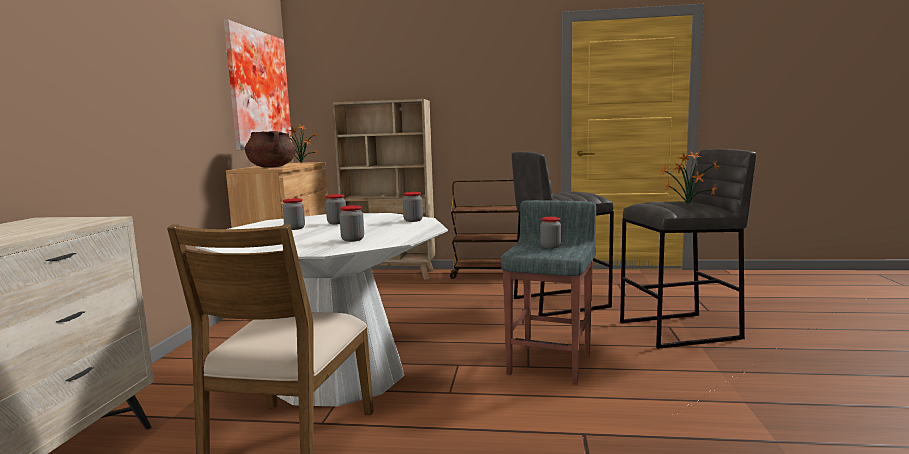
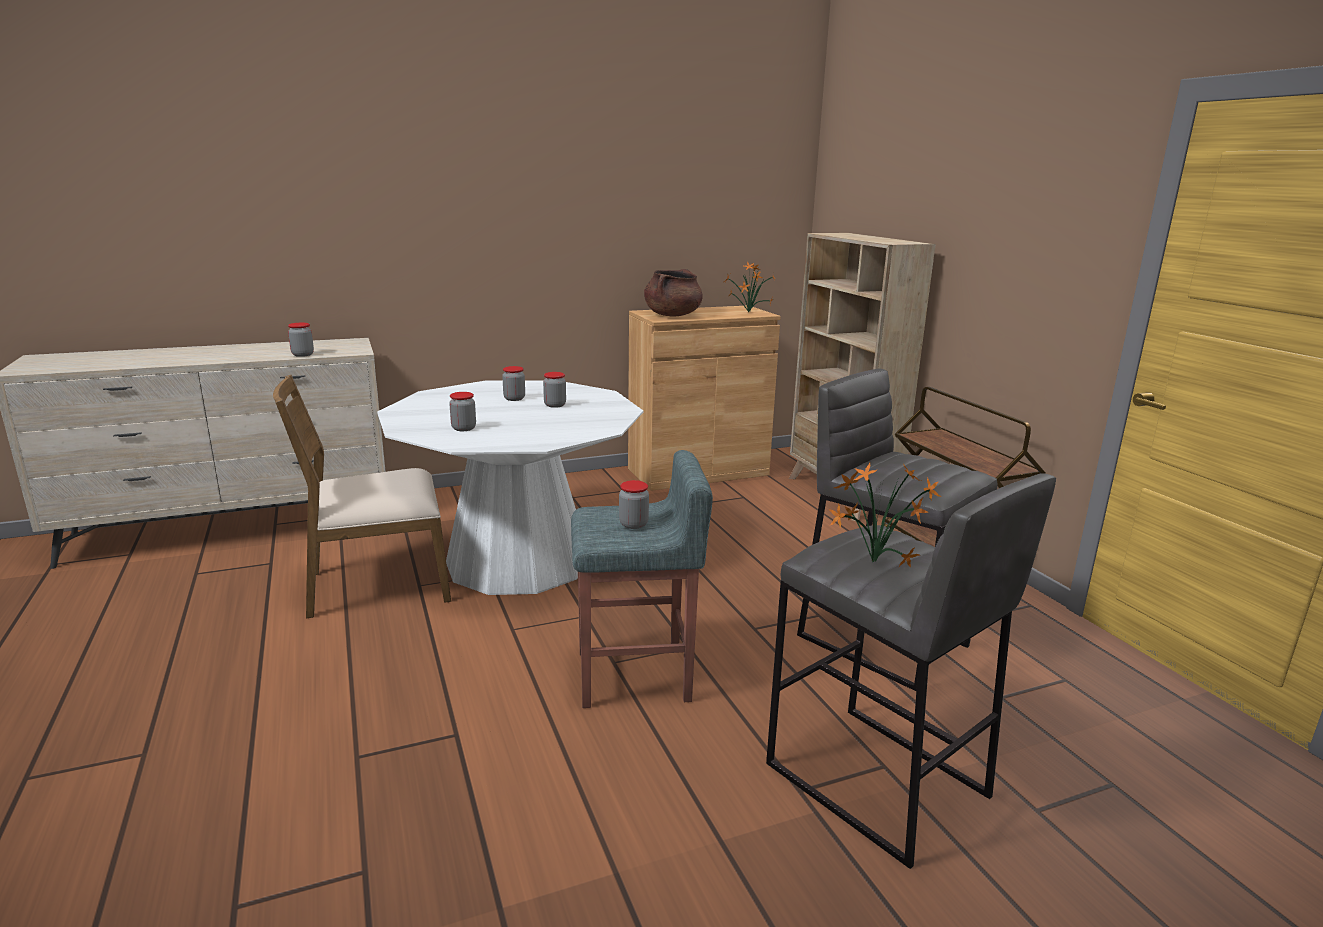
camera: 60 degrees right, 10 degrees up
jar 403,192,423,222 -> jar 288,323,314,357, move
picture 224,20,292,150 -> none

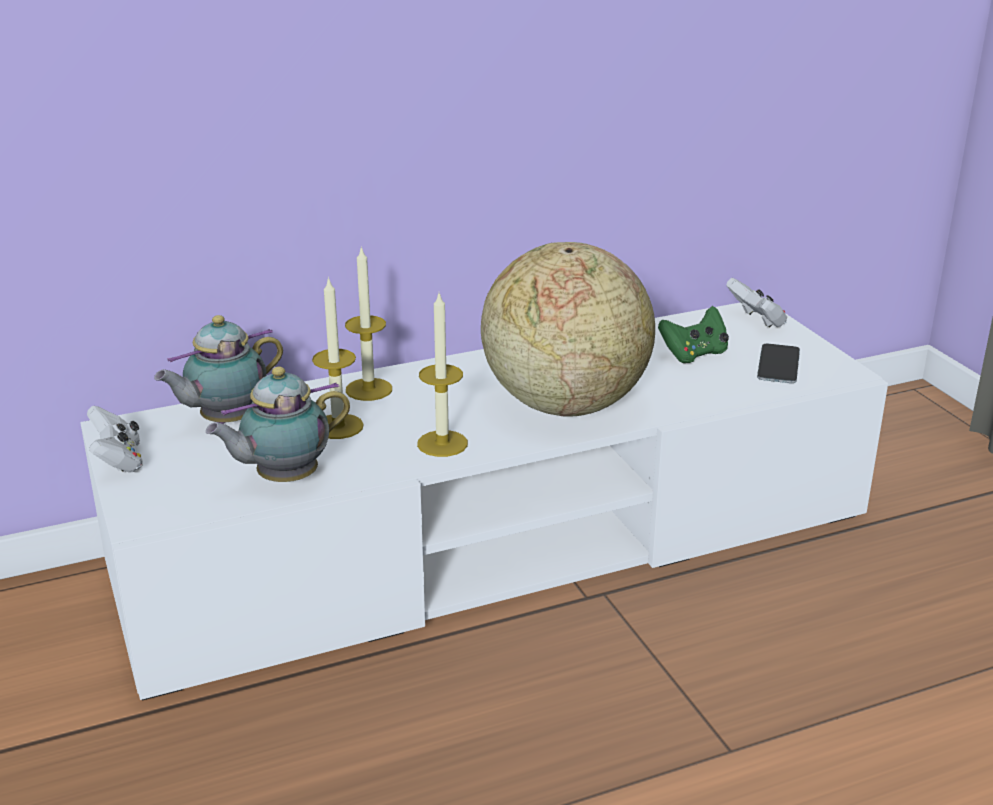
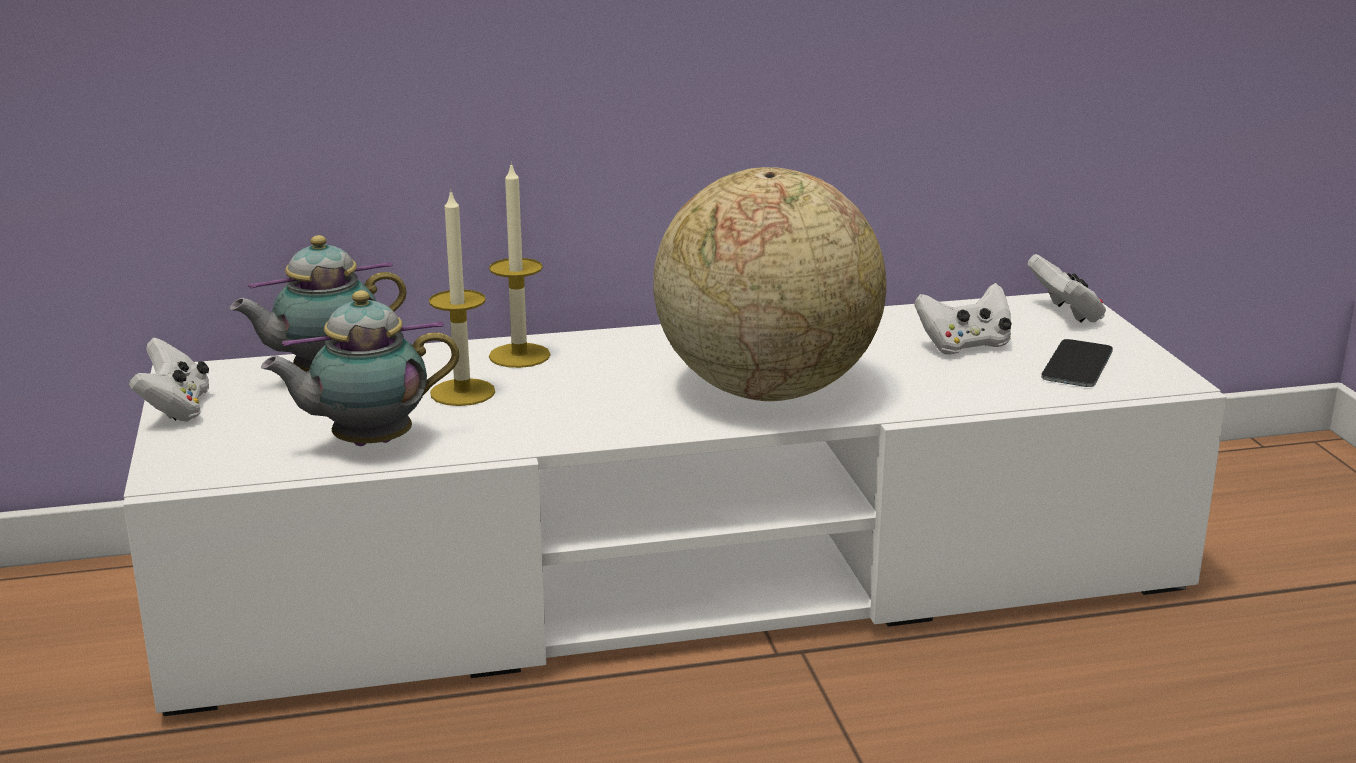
camera: 10 degrees right, 5 degrees down
green_game_controller 658,306,729,363 -> white_game_controller 914,283,1012,355
candle 417,294,468,457 -> none

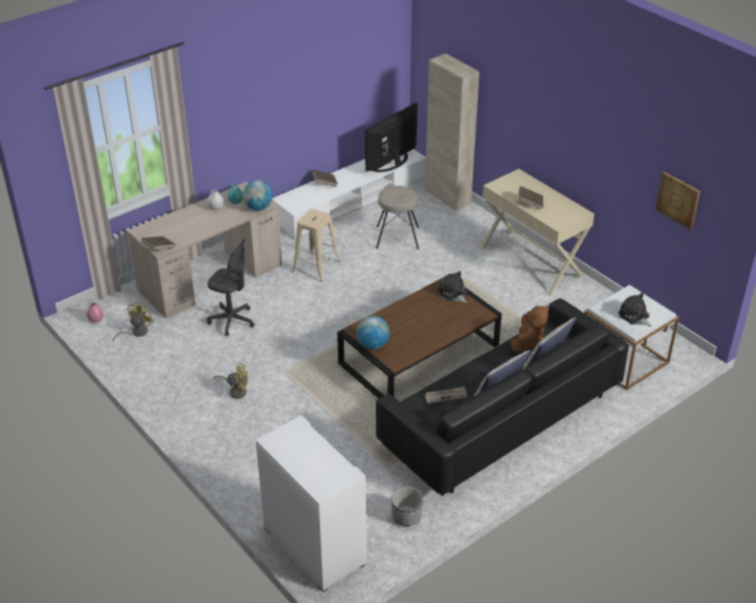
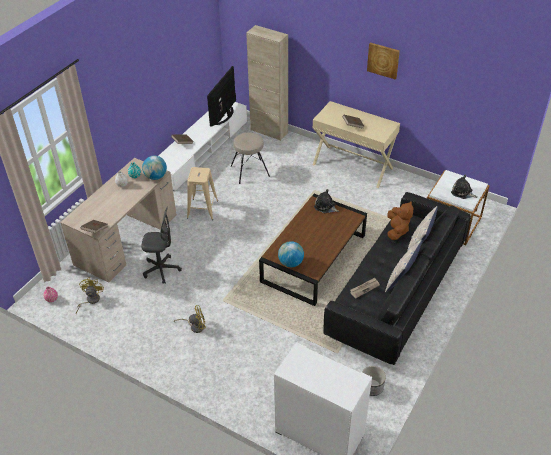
camera: 20 degrees left, 5 degrees up
picture 655,172,700,230 -> picture 367,42,400,80, move

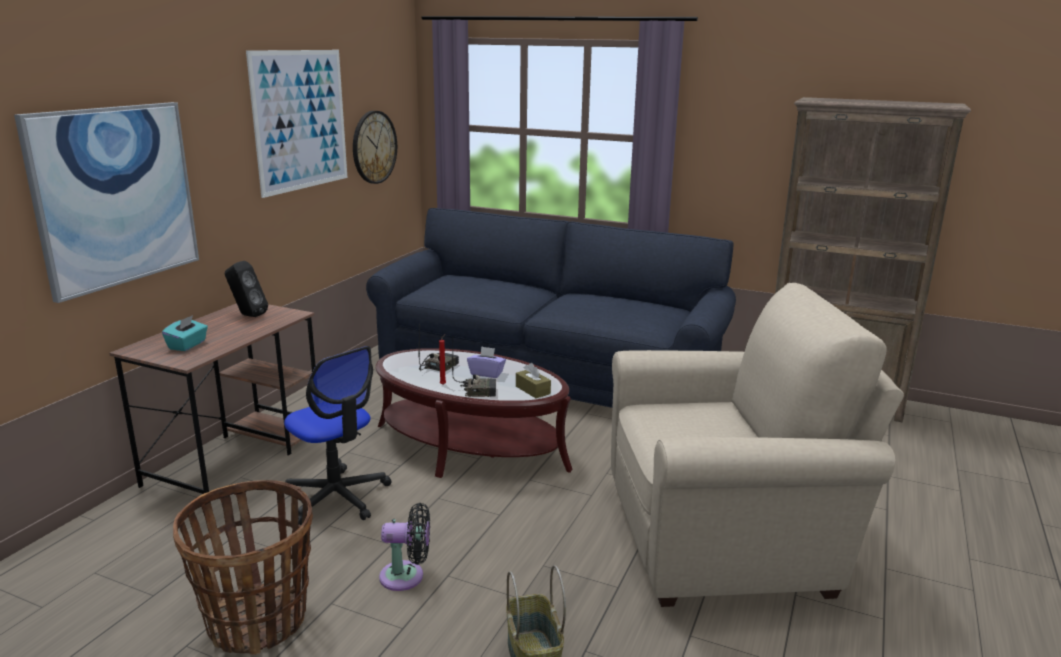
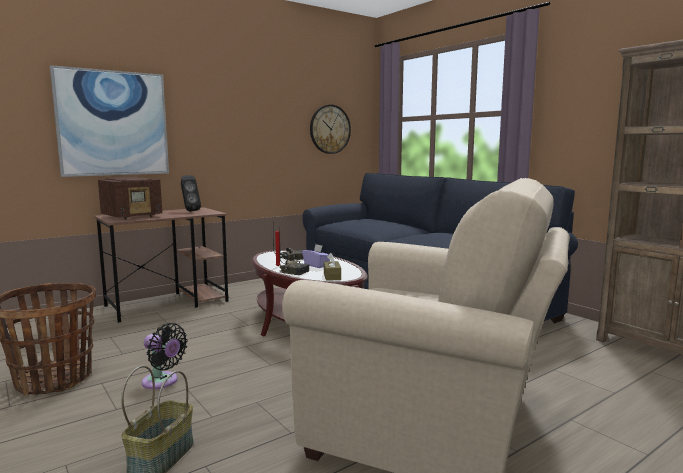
camera: 30 degrees right, 10 degrees down
turquoise_tissue_box 162,315,208,351 -> radio 98,177,162,220
picture 246,50,347,198 -> none
office_chair 284,346,391,525 -> none

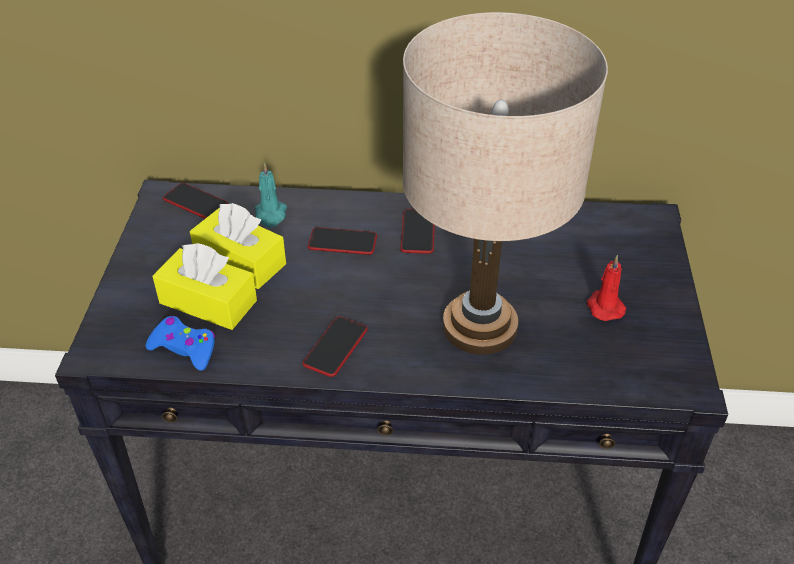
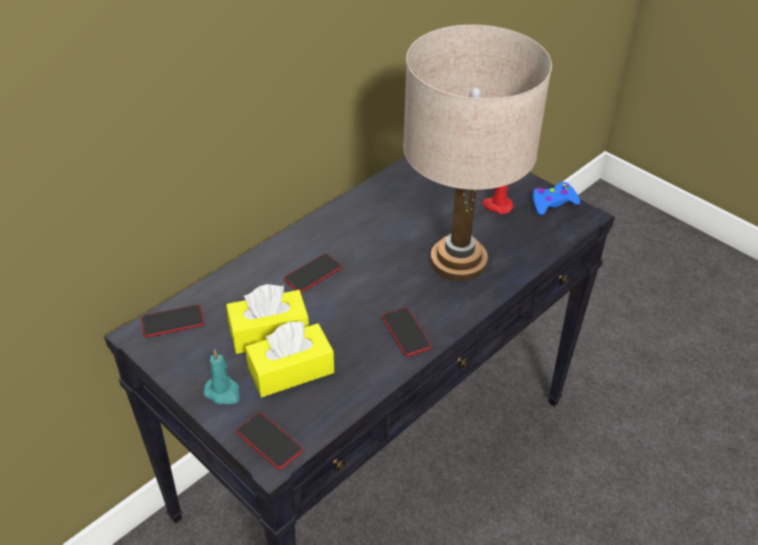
camera: 50 degrees left, 0 degrees up
turquoise_candle 255,162,287,228 -> turquoise_candle 204,349,240,404, move
phone 400,209,435,254 -> phone 236,412,303,469, move
blue_game_controller 146,316,215,371 -> blue_game_controller 532,182,580,215, move

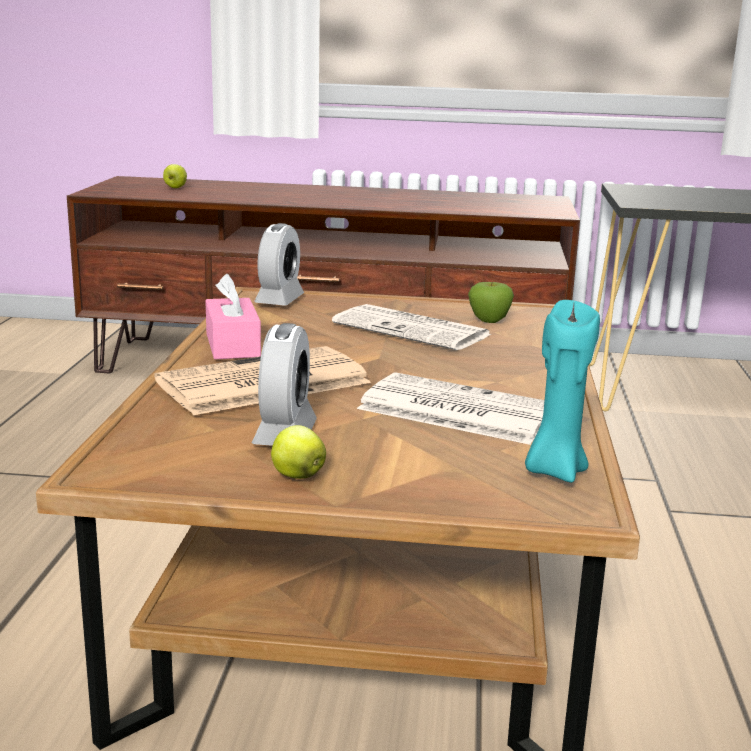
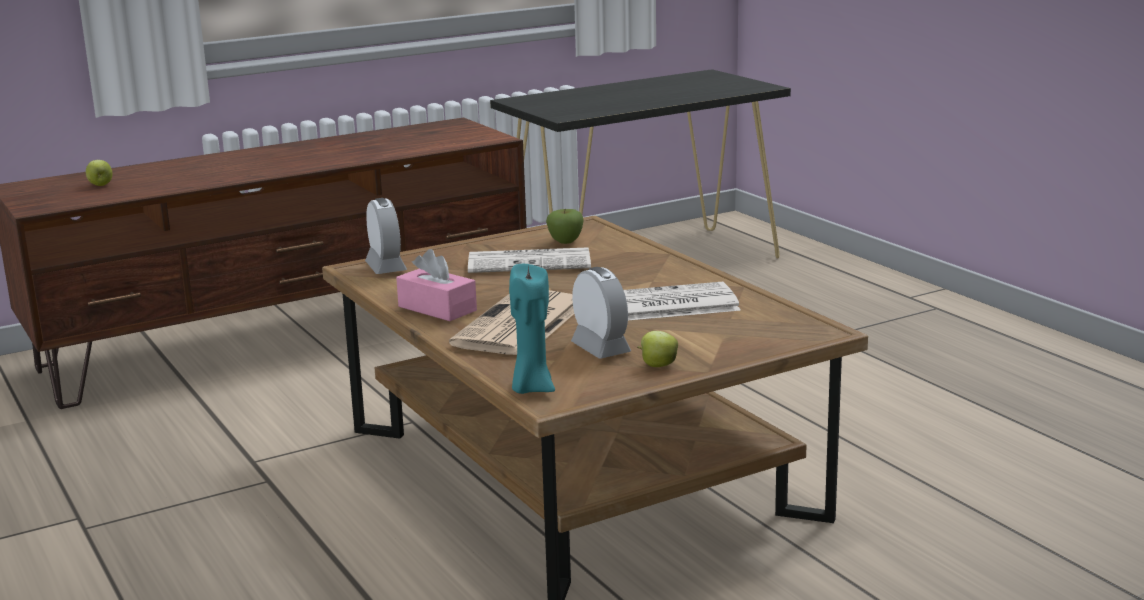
camera: 35 degrees left, 0 degrees up
turquoise_candle 525,300,600,483 -> turquoise_candle 509,264,555,394, move

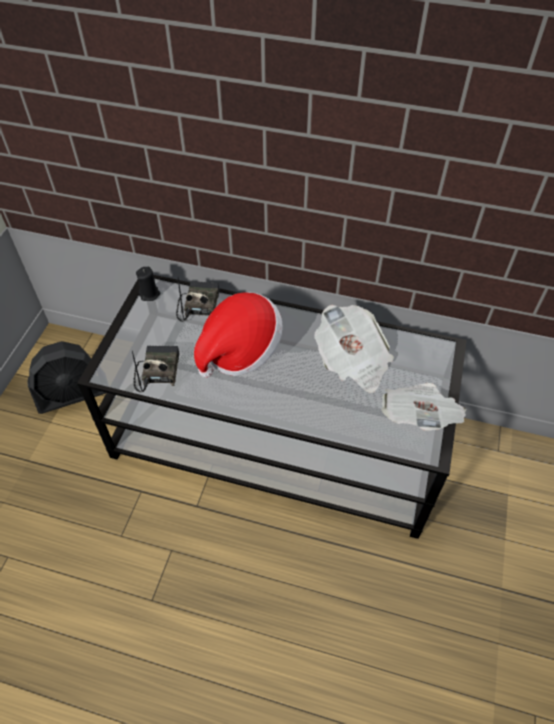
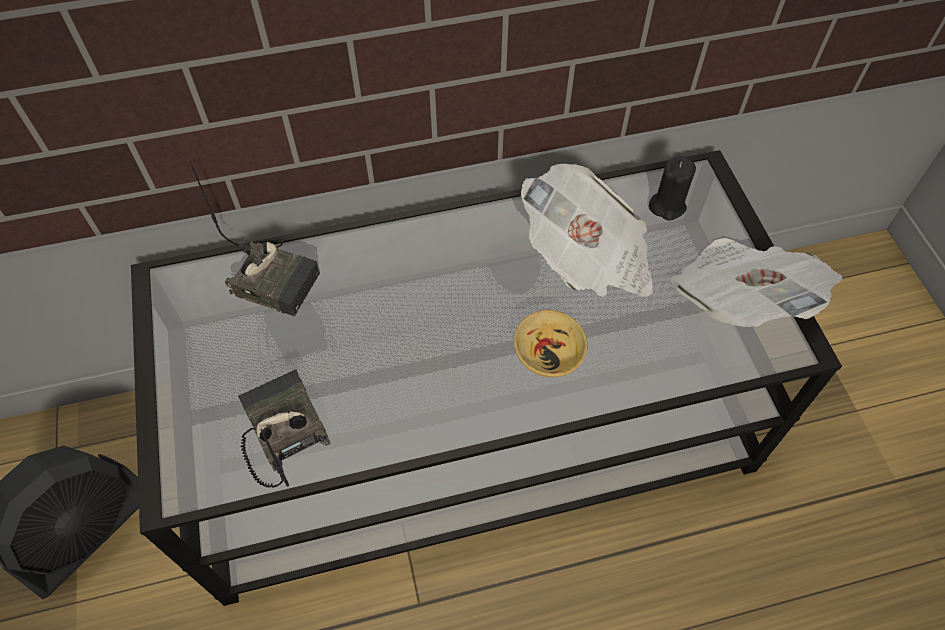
camera: 30 degrees left, 5 degrees up
radio 176,278,220,322 -> radio 189,161,320,316, 135 degrees clockwise
none -> beige_bowl 514,310,587,377
black_candle 136,267,160,301 -> black_candle 649,155,696,221, move
hat 194,292,283,378 -> none

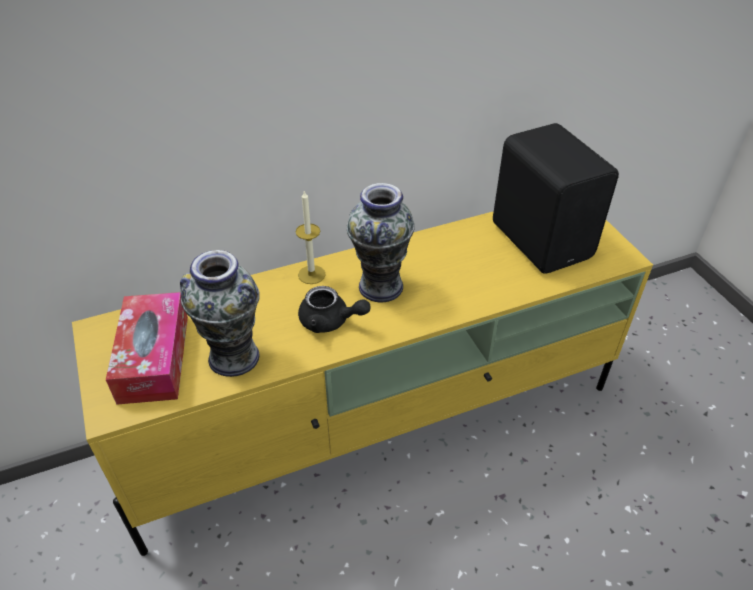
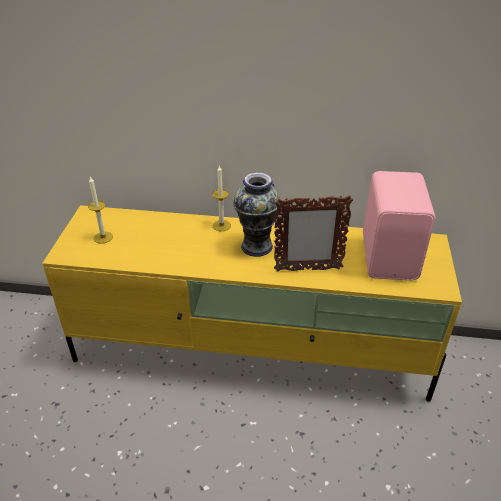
camera: 30 degrees right, 5 degrees down
tissue_box 106,292,188,405 -> candle 88,176,113,244
none -> picture_frame 274,195,353,272
black_speaker 493,123,619,274 -> pink_speaker 363,171,435,280
vase 180,250,260,377 -> none
black_teapot 298,286,370,333 -> none

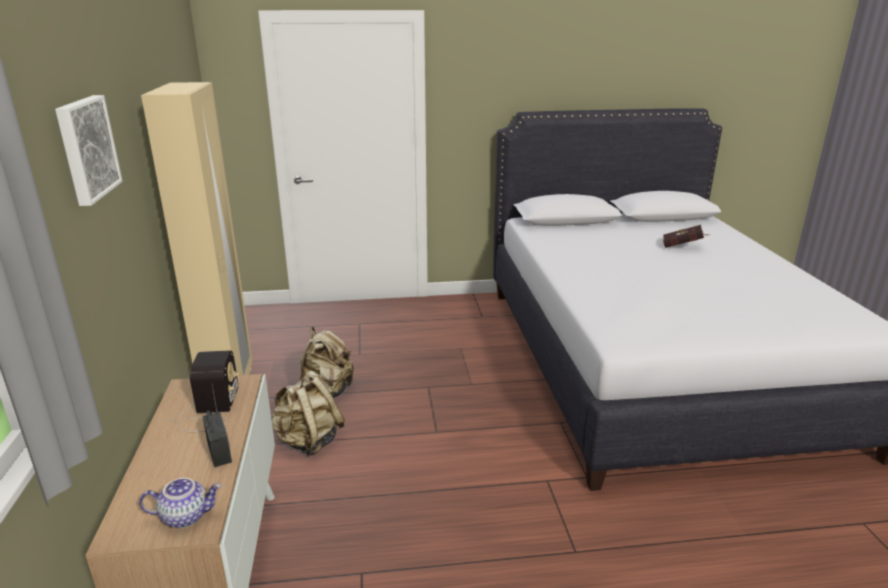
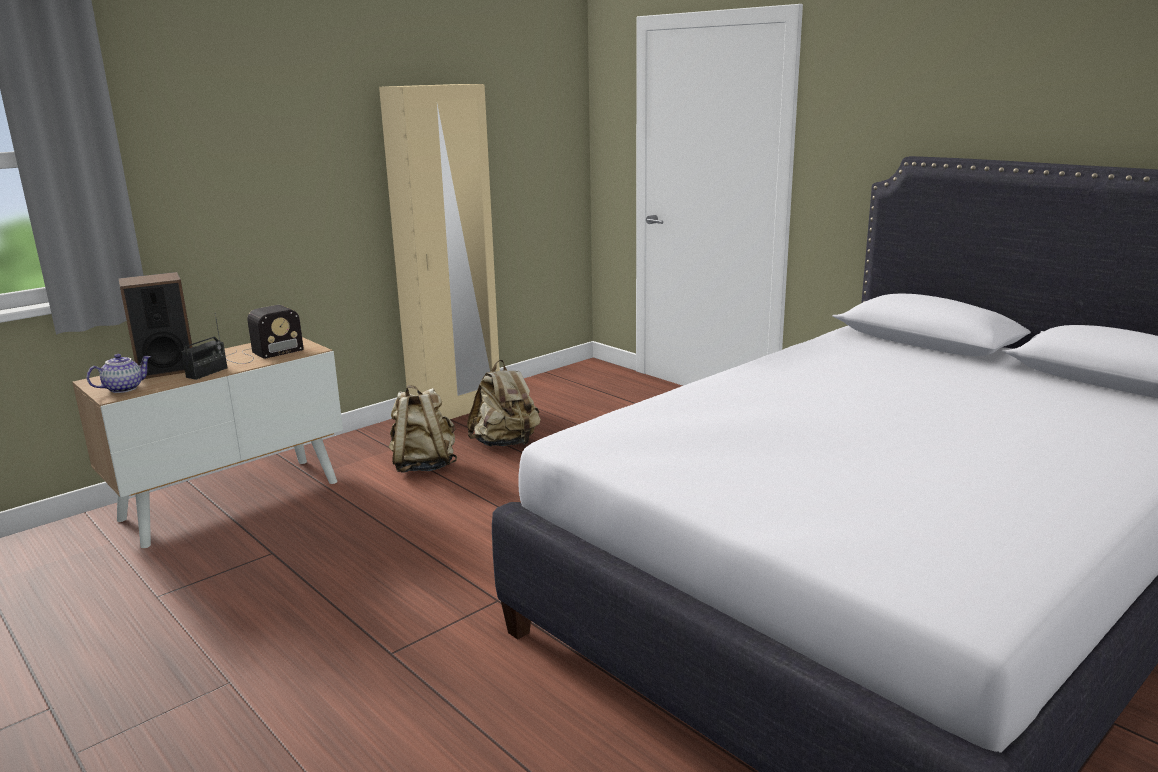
camera: 55 degrees right, 5 degrees down
teapot 139,478,221,528 -> teapot 87,354,151,393, 90 degrees counterclockwise
none -> speaker 119,272,192,379
picture 55,95,123,206 -> none
red_book 663,225,709,248 -> none

